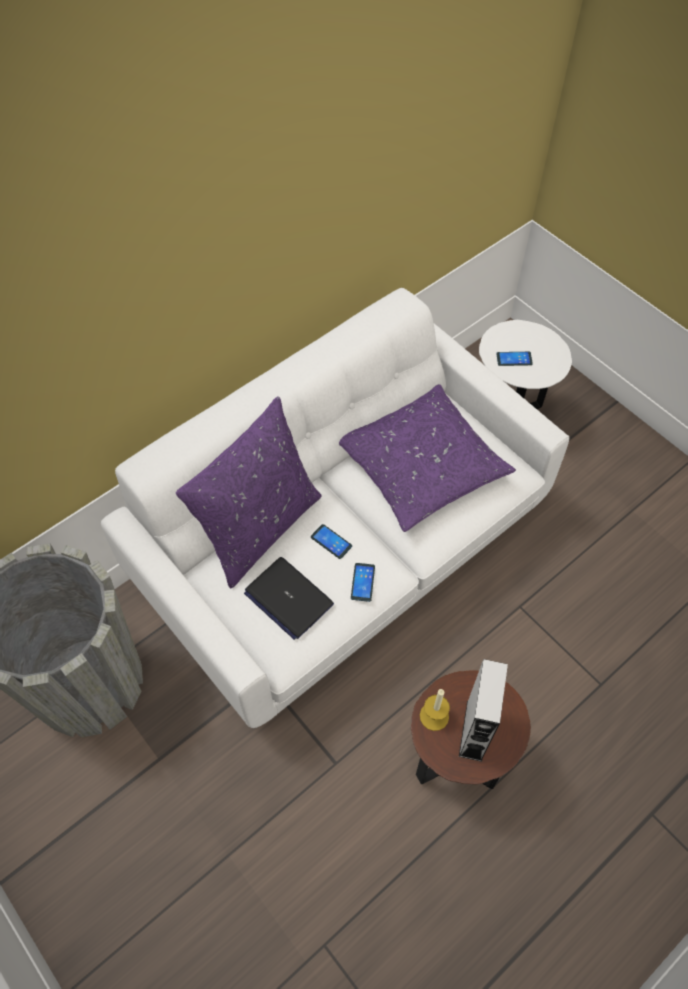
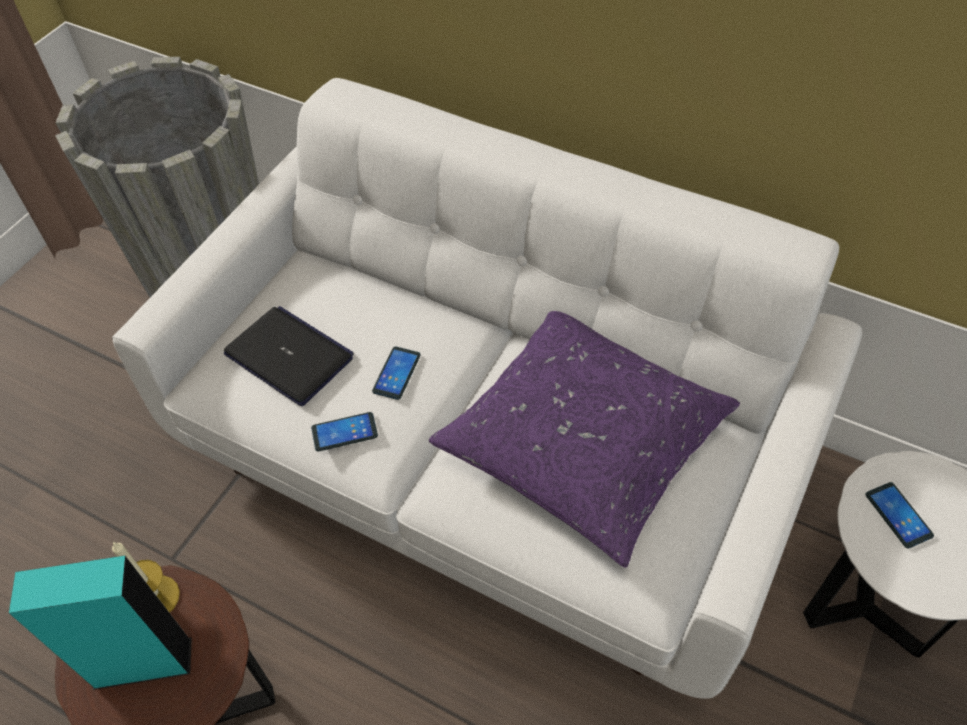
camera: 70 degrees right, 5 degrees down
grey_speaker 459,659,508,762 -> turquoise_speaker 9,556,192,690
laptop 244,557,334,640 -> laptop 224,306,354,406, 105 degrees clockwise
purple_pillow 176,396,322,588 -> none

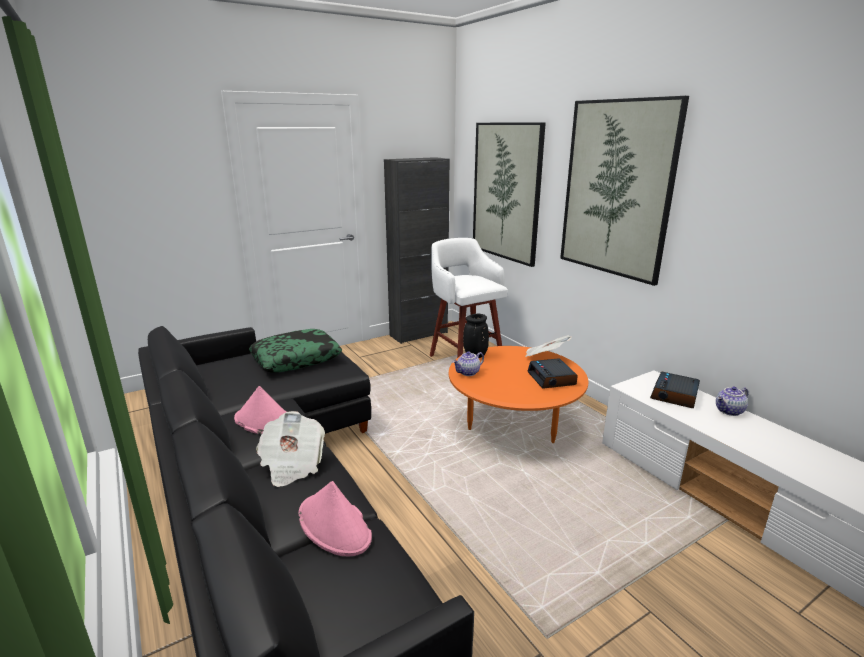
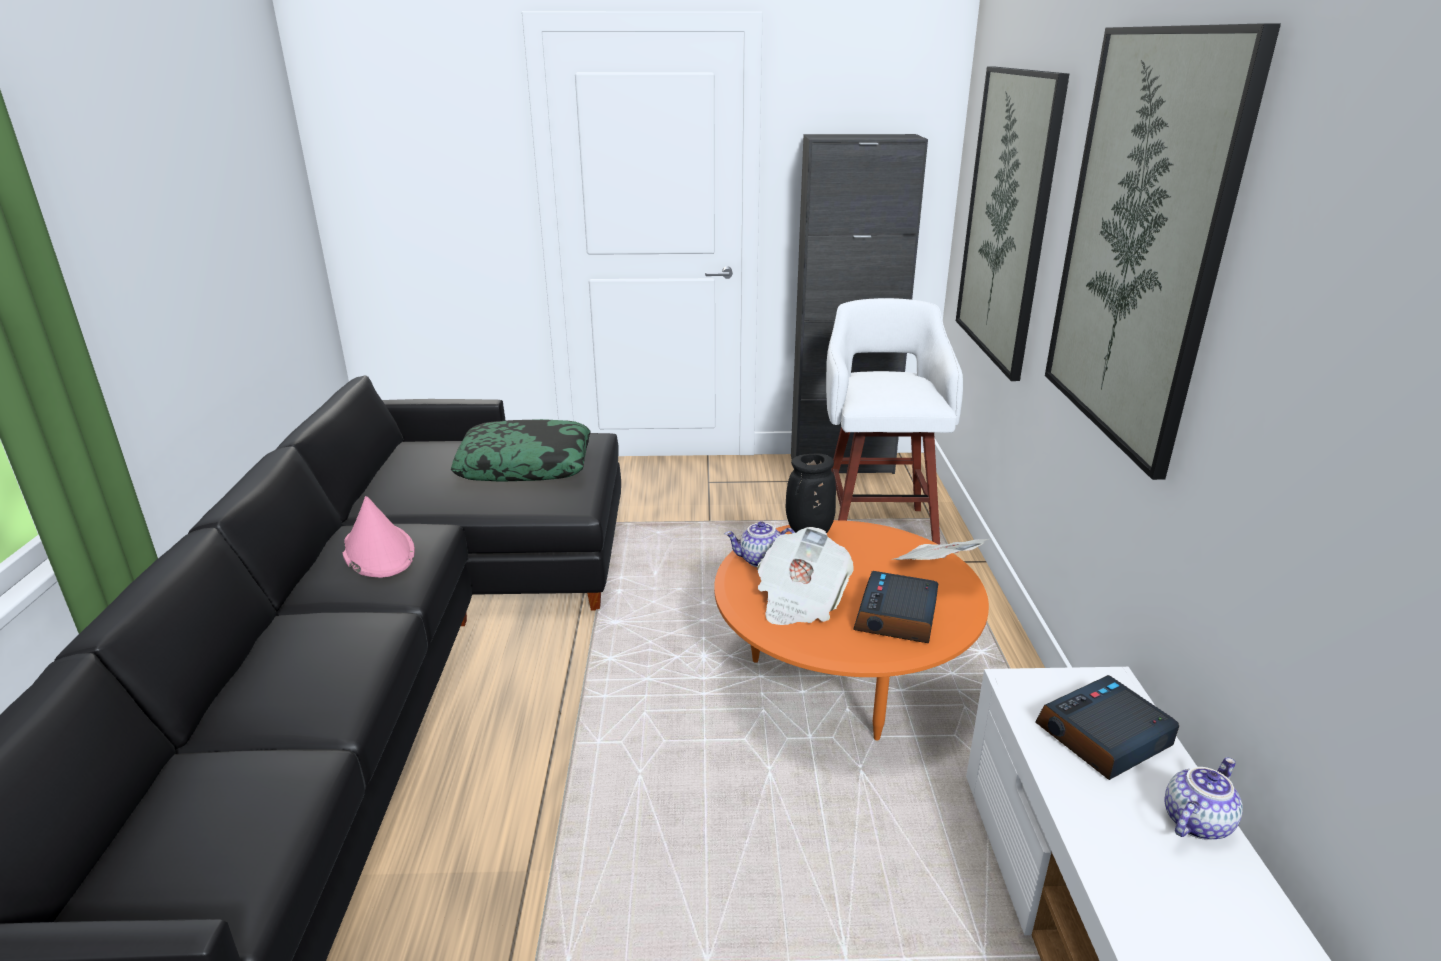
camera: 30 degrees right, 5 degrees up
newspaper 256,411,325,487 -> newspaper 757,527,854,625, move
teapot 716,387,748,416 -> teapot 1164,758,1243,840, 135 degrees clockwise
pink_hat 299,481,372,556 -> none

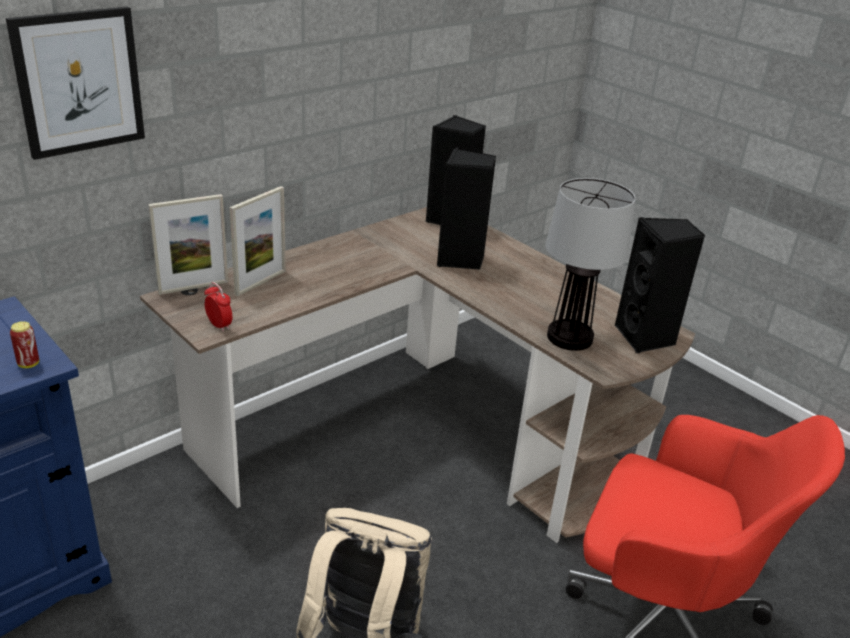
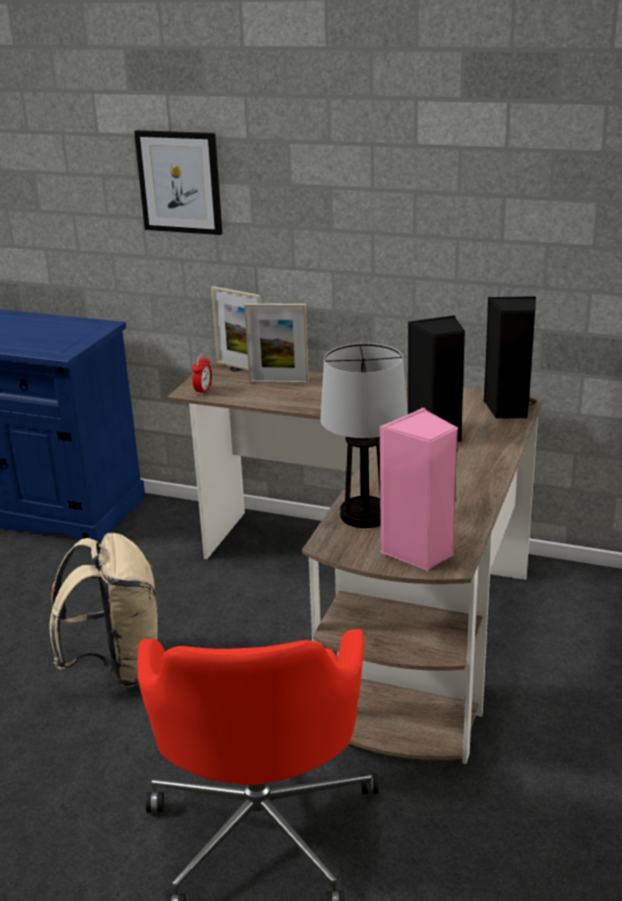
camera: 65 degrees right, 5 degrees down
black_speaker 615,217,705,353 -> pink_speaker 380,407,458,571
can 10,321,39,368 -> none

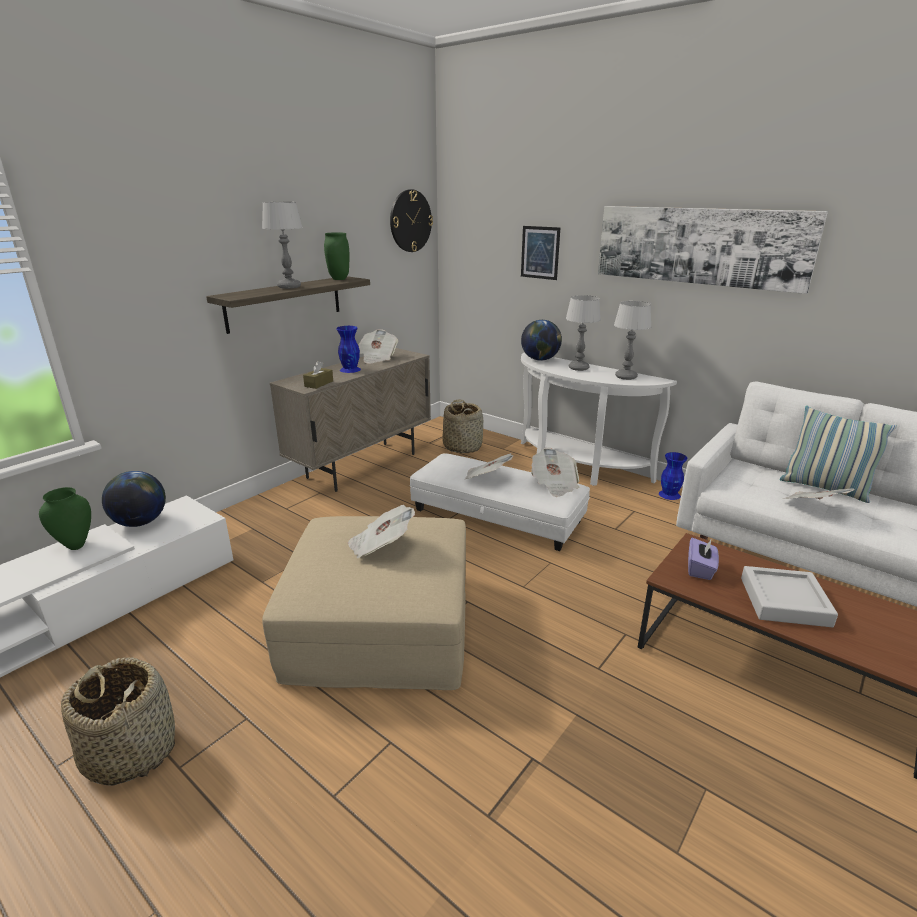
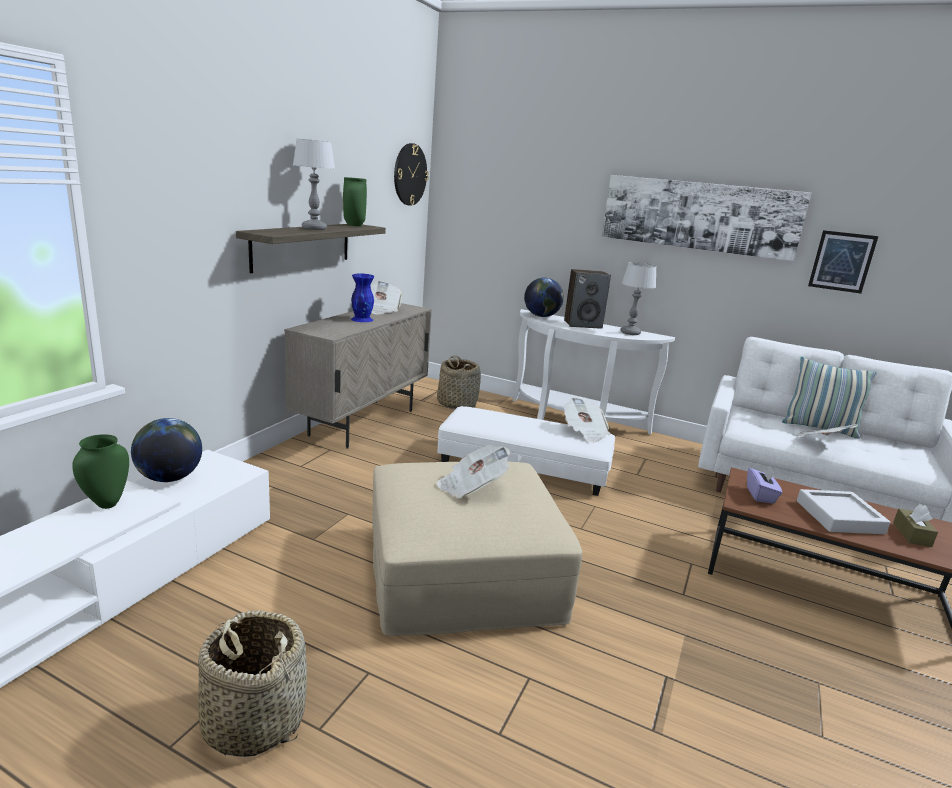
camera: 15 degrees left, 5 degrees down
table_lamp 566,295,601,371 -> speaker 564,269,611,329
picture 521,226,560,280 -> picture 808,230,878,294, move
brown_tissue_box 303,361,333,389 -> brown_tissue_box 893,504,938,547, move
newspaper 466,453,513,479 -> none
blue_vase 659,452,687,500 -> none

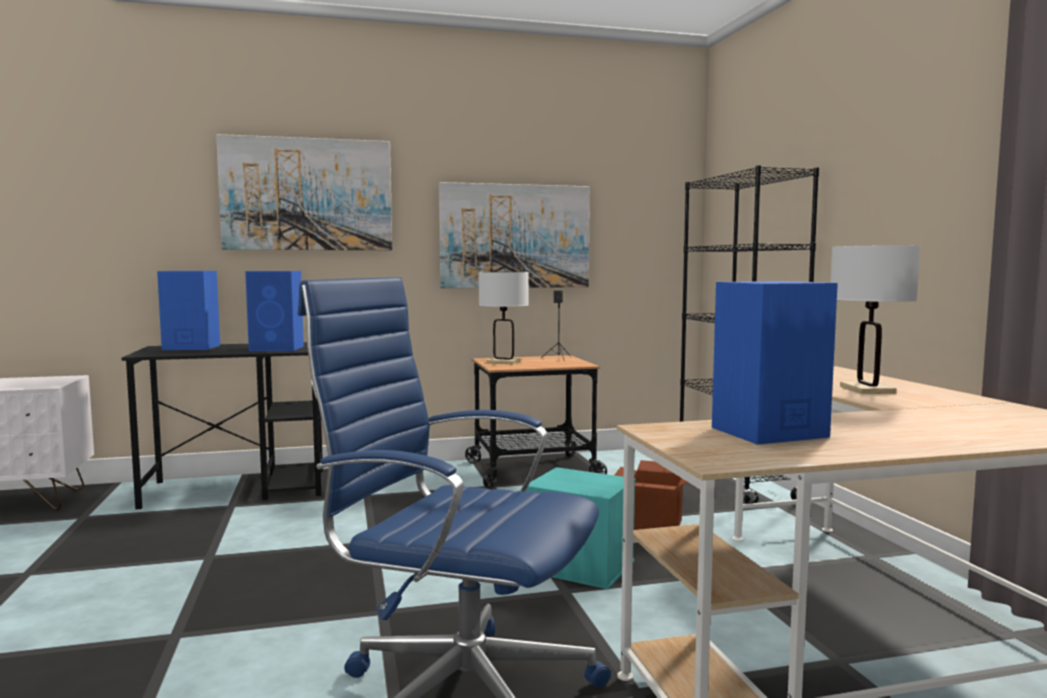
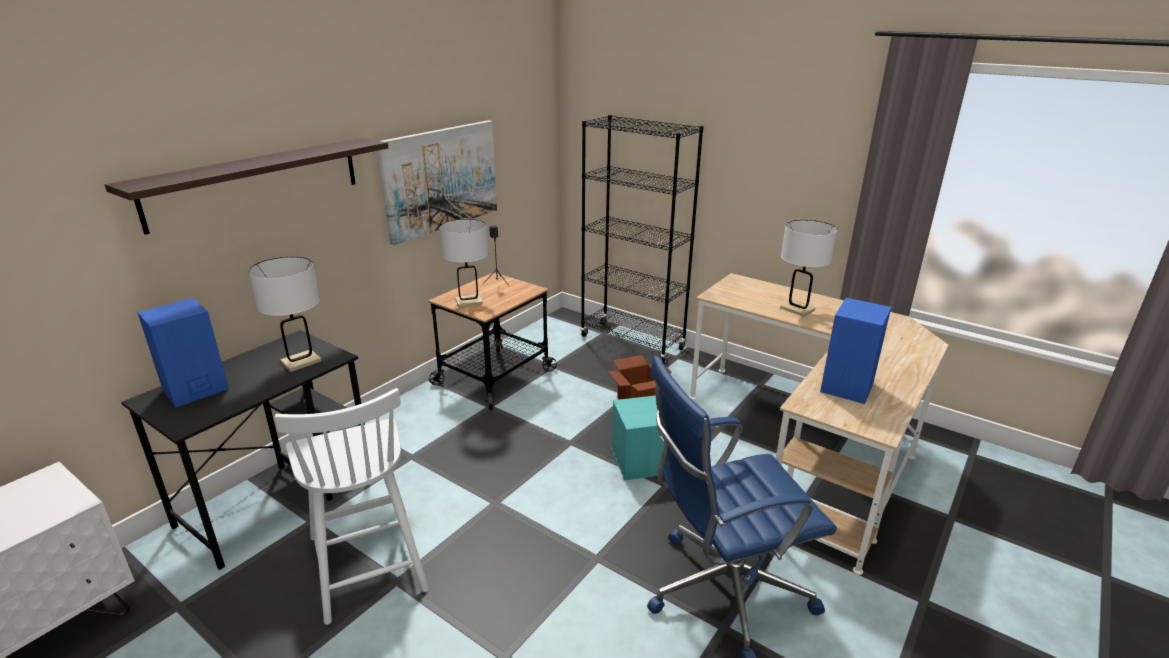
camera: 40 degrees left, 20 degrees up
picture 216,134,392,250 -> shelf 105,138,388,235
blue_speaker 245,271,304,351 -> white_table_lamp 248,256,322,372
none -> white_chair 274,388,429,625

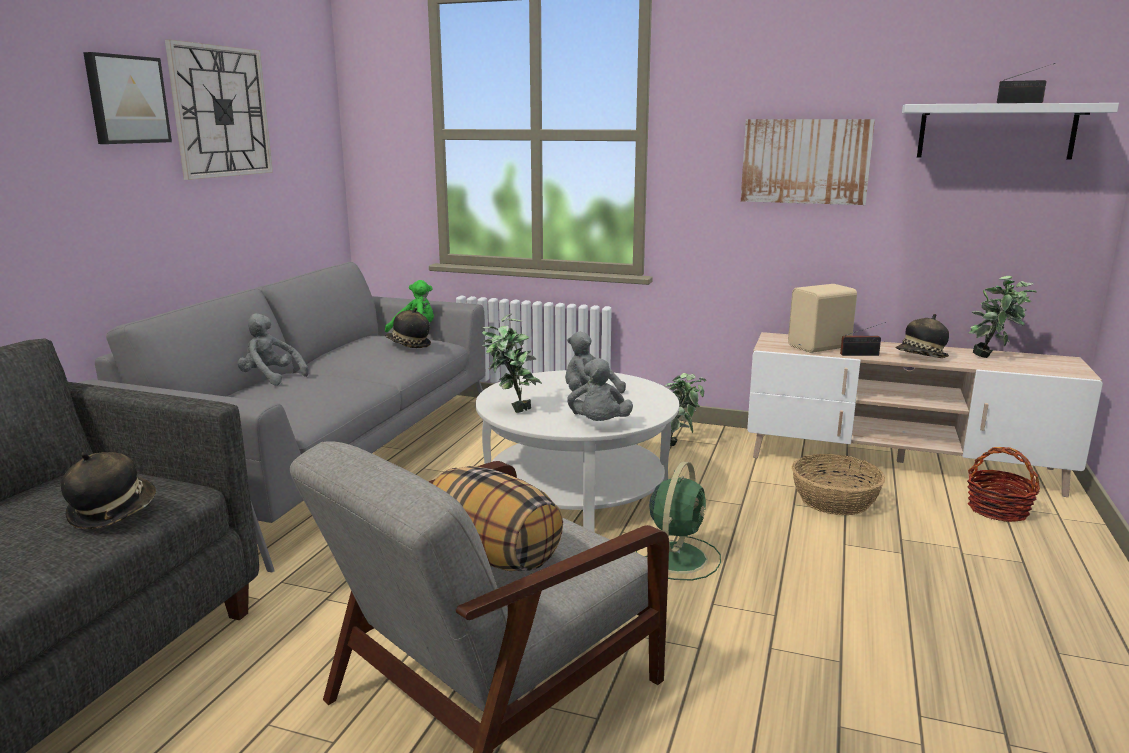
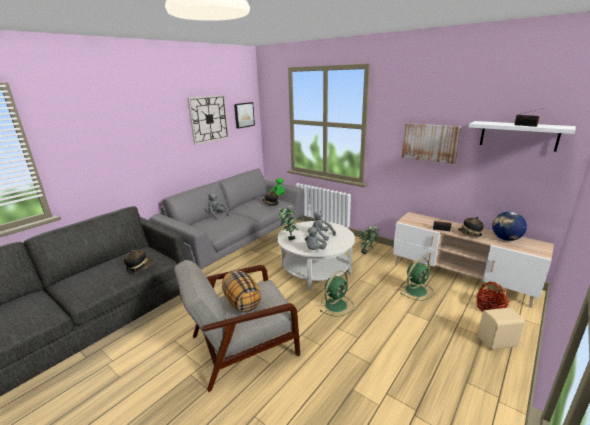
camera: 20 degrees right, 5 degrees up
picture 83,52,172,144 -> picture 234,102,255,129, move
basket 792,454,886,515 -> green_fan 400,258,434,301
beige_speaker 788,284,857,353 -> beige_speaker 478,307,525,350, move
potted_plant 969,276,1037,358 -> globe 492,212,527,241

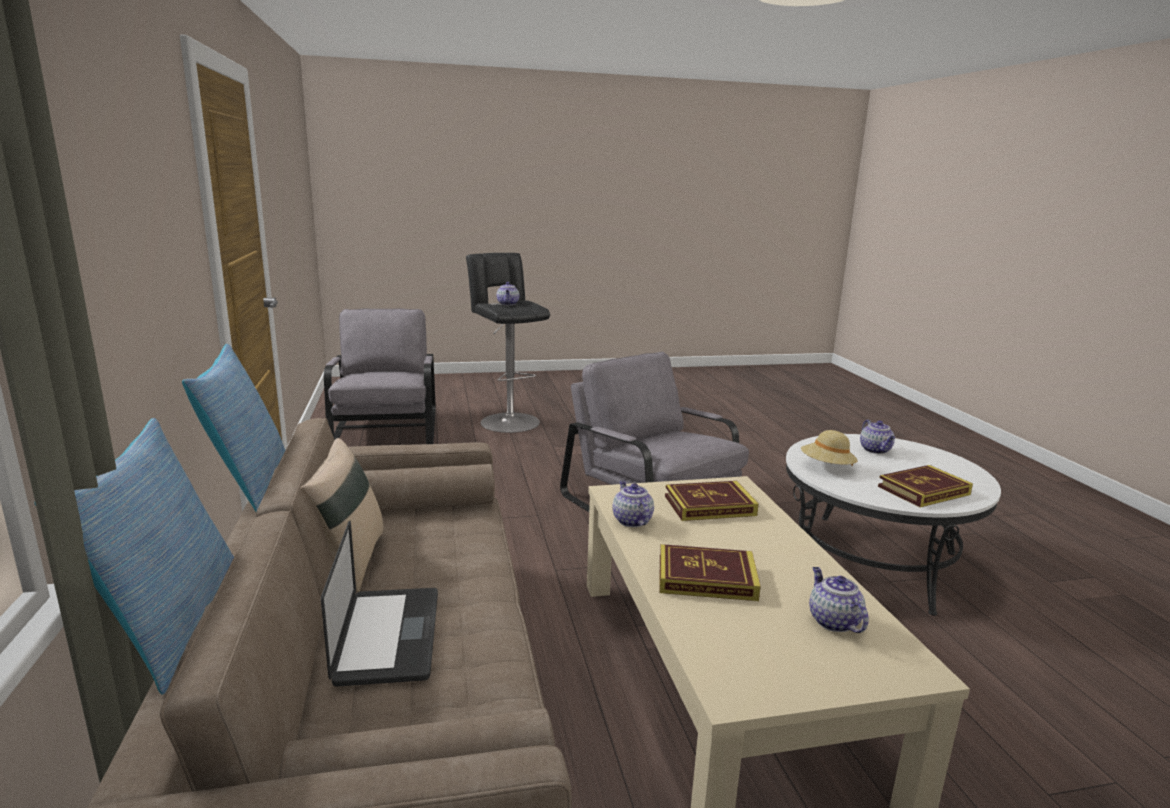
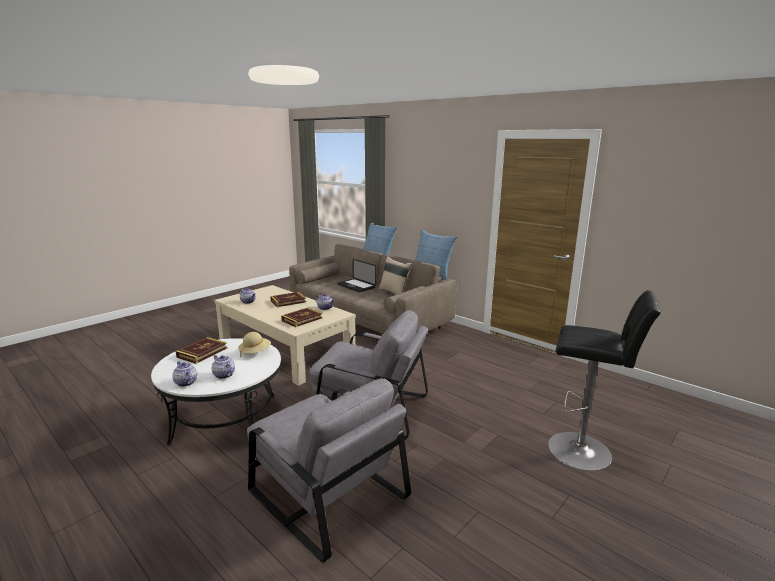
camera: 145 degrees right, 0 degrees up
teapot 497,282,520,305 -> teapot 172,361,197,387, move
grey_armchair 324,308,436,444 -> grey_armchair 247,378,411,563, move

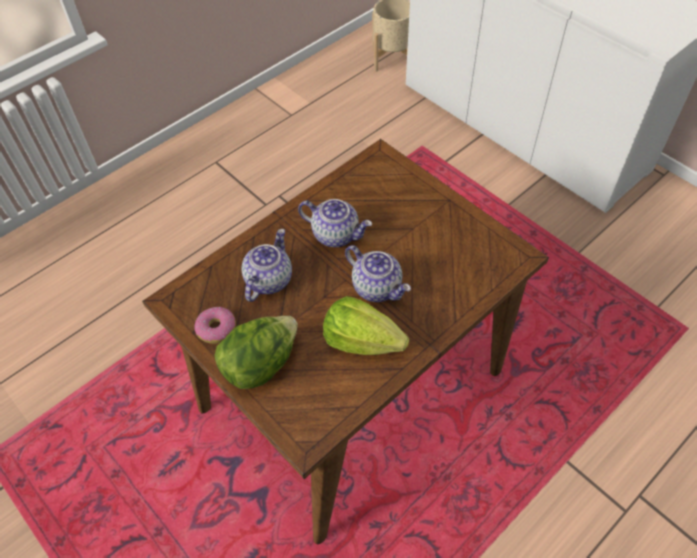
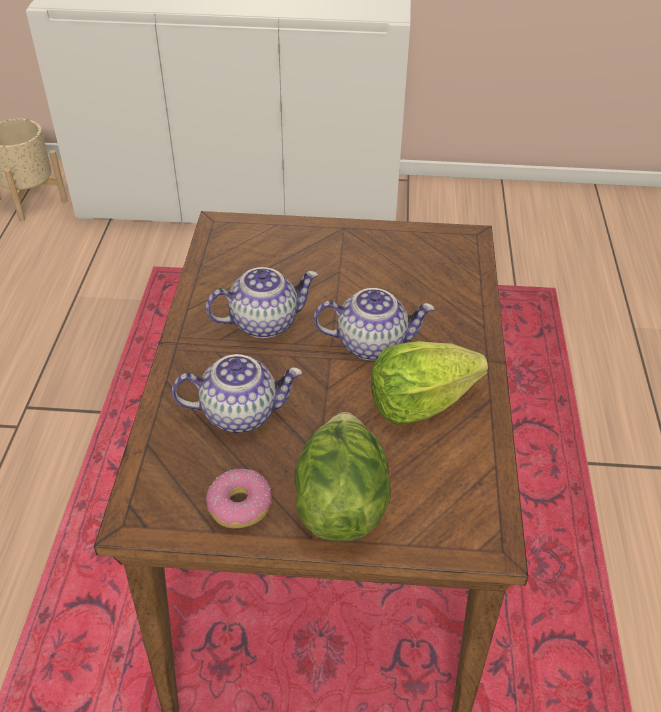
camera: 45 degrees left, 10 degrees down
teapot 242,229,292,302 -> teapot 172,354,302,433, 105 degrees clockwise

